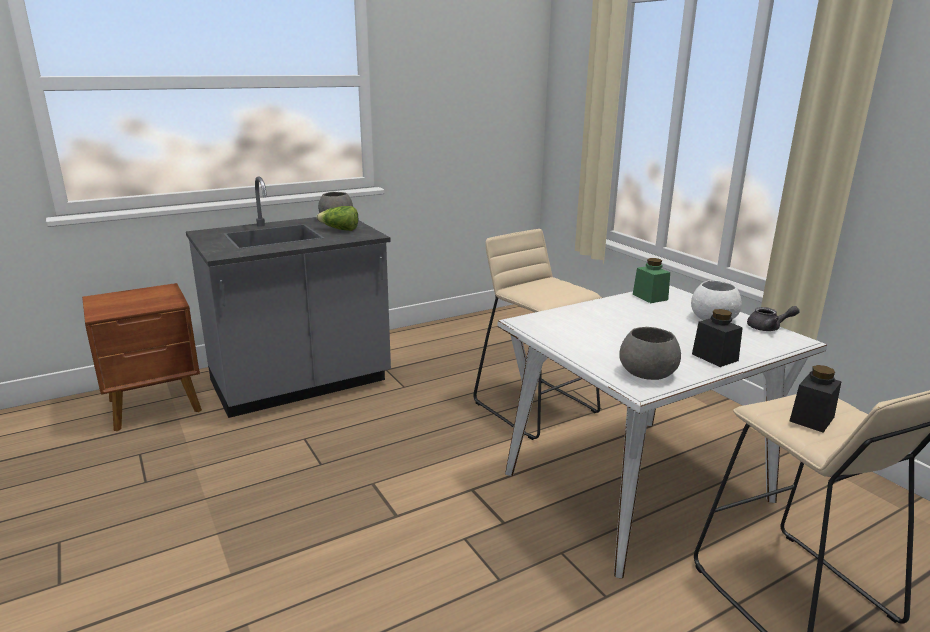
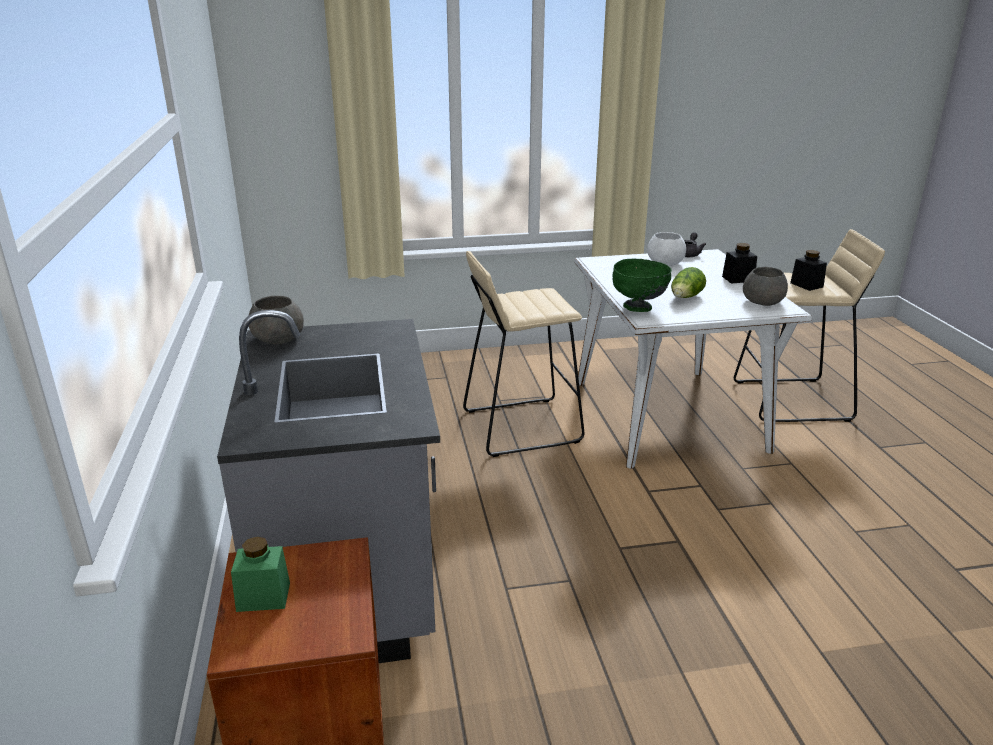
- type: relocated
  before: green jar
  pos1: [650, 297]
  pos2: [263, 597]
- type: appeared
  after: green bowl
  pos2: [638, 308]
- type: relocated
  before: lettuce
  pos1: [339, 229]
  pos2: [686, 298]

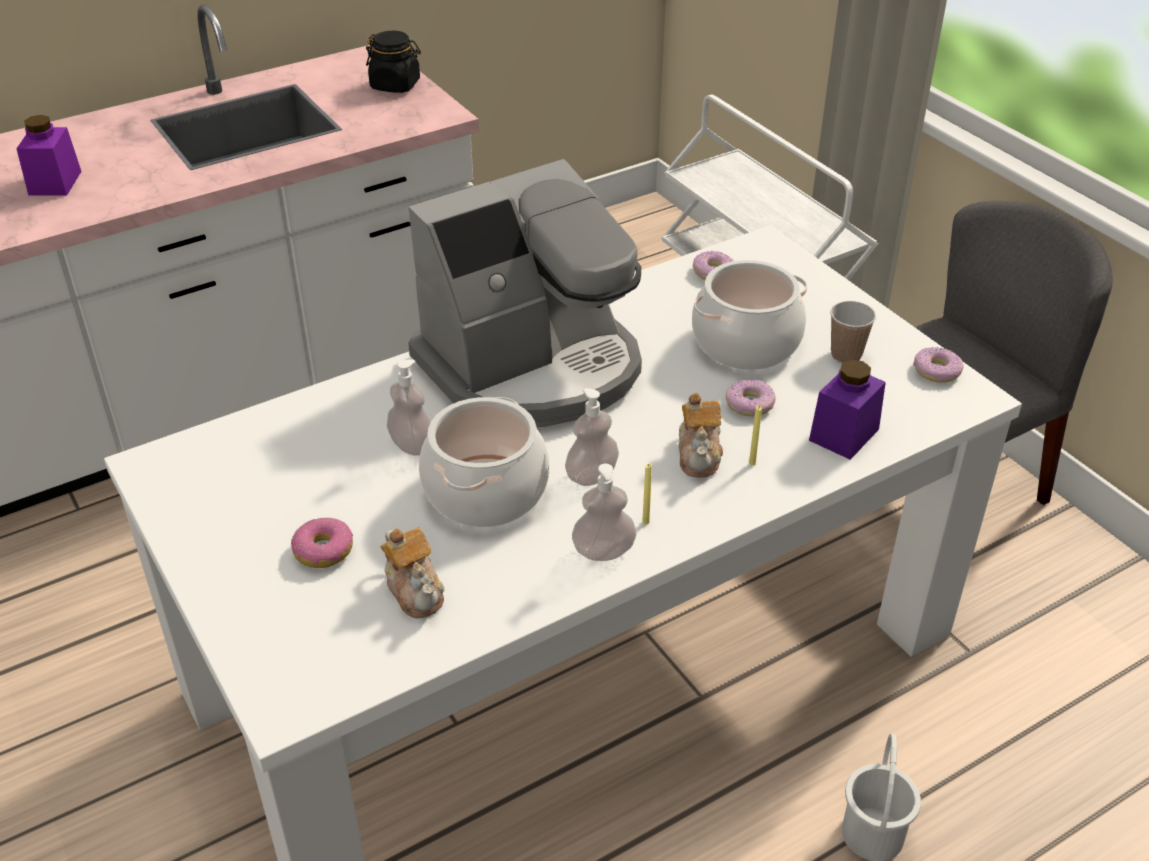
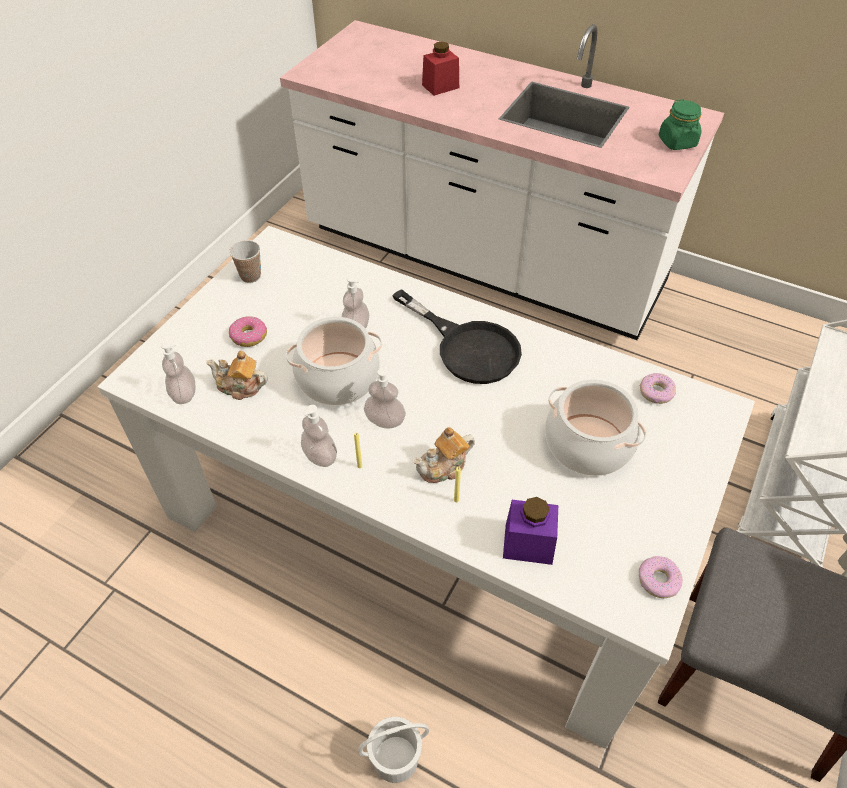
- type: appeared
  after: soap dispenser
  pos2: [184, 394]
- type: spun
  before: teapot
  pos1: [415, 590]
  pos2: [240, 387]
  turn: 75
- type: relocated
  before: cup
  pos1: [846, 355]
  pos2: [250, 276]
- type: exchanged
  before: coffee machine
  after: black frying pan
  pos1: [533, 367]
  pos2: [467, 347]
- type: colour
  before: purple jar
  after: red jar
  pos1: [55, 183]
  pos2: [440, 86]
- type: colour
  before: black jar
  after: green jar
  pos1: [395, 85]
  pos2: [677, 142]
- type: missing
  before: donut
  pos1: [750, 404]

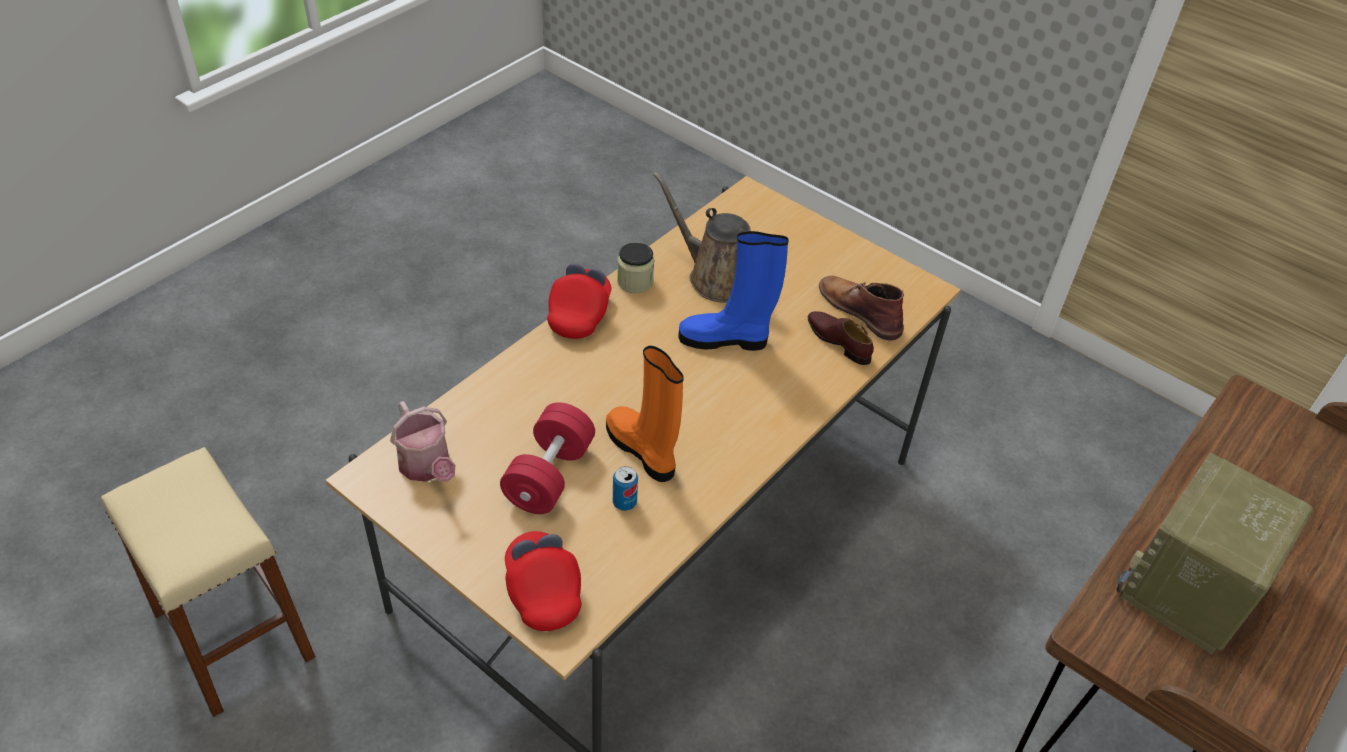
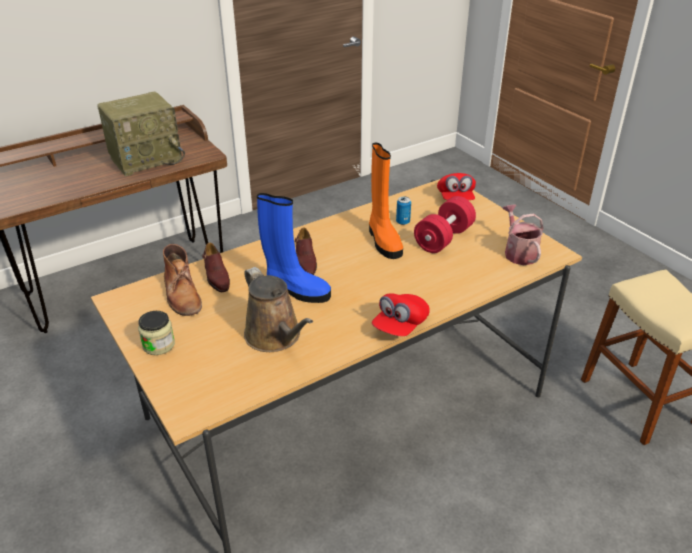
- type: relocated
  before: jar
  pos1: [635, 282]
  pos2: [159, 345]
- type: appeared
  after: brown shoe
  pos2: [305, 261]

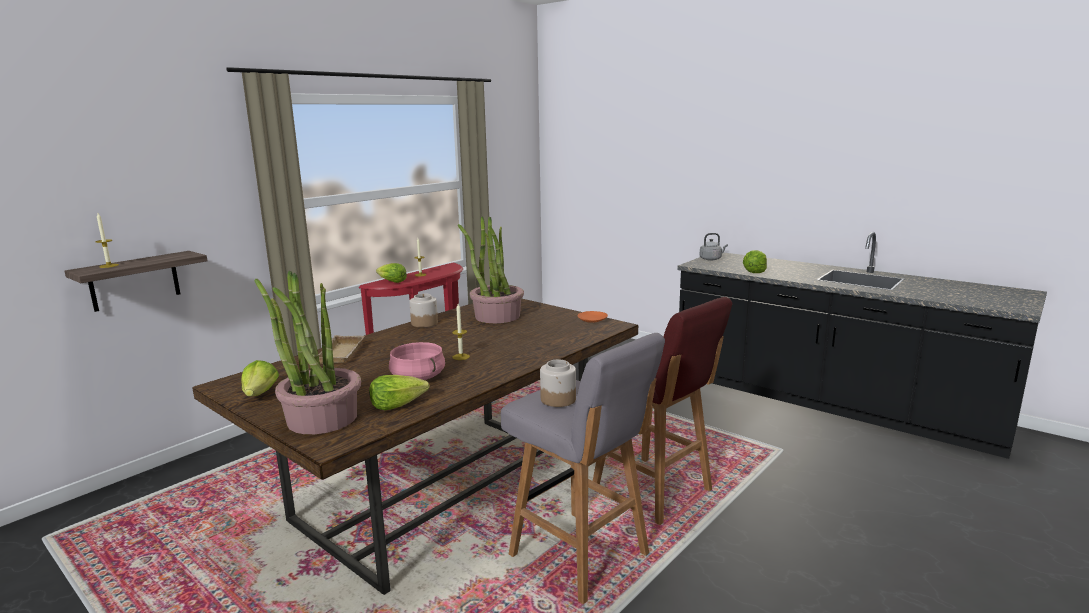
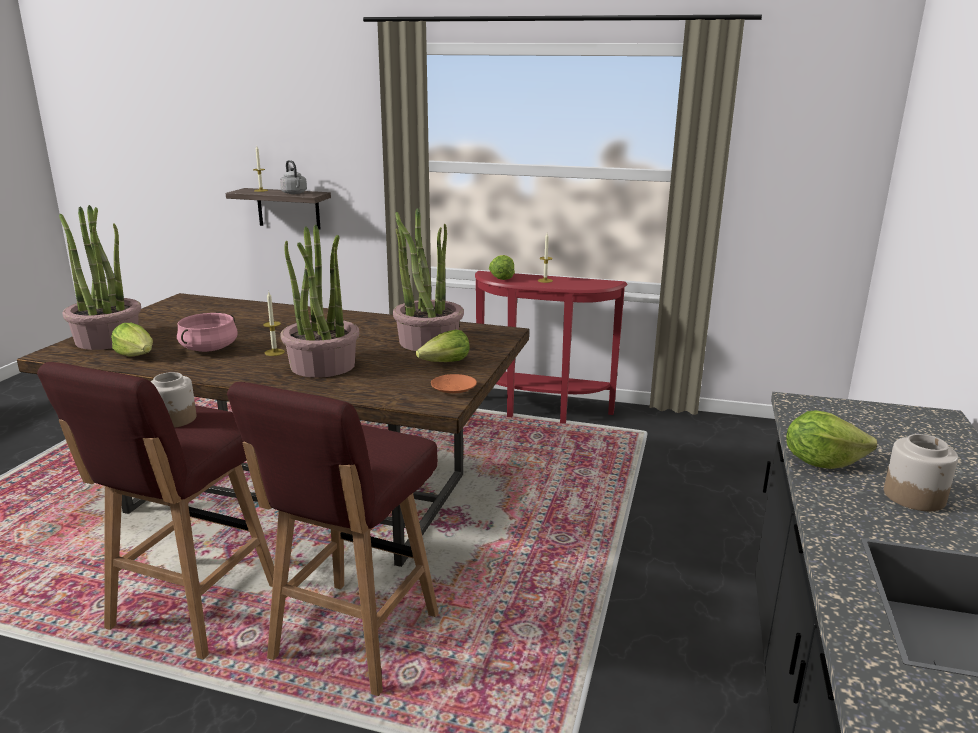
- type: colour
  before: grey stool
  after: red stool
  pos1: [581, 556]
  pos2: [192, 608]
- type: relocated
  before: grey kettle
  pos1: [711, 259]
  pos2: [294, 193]
- type: appeared
  after: potted plant
  pos2: [322, 366]
- type: relocated
  before: lettuce
  pos1: [260, 394]
  pos2: [445, 363]
- type: relocated
  before: jar
  pos1: [424, 323]
  pos2: [914, 496]
- type: missing
  before: beige tray
  pos1: [343, 354]

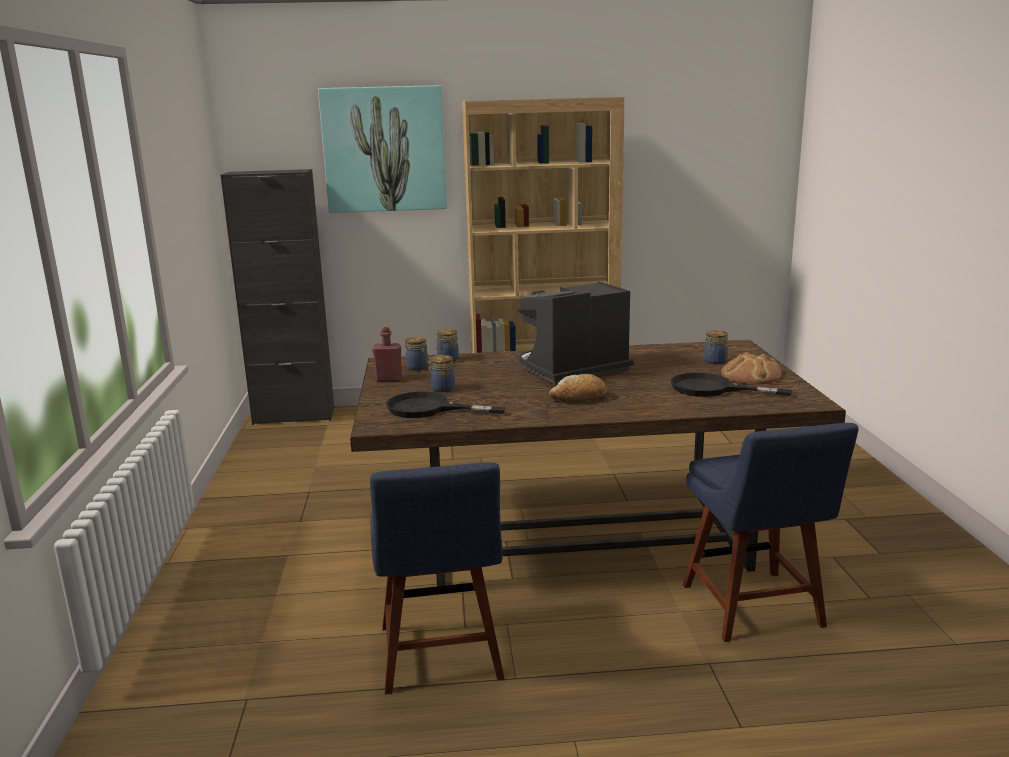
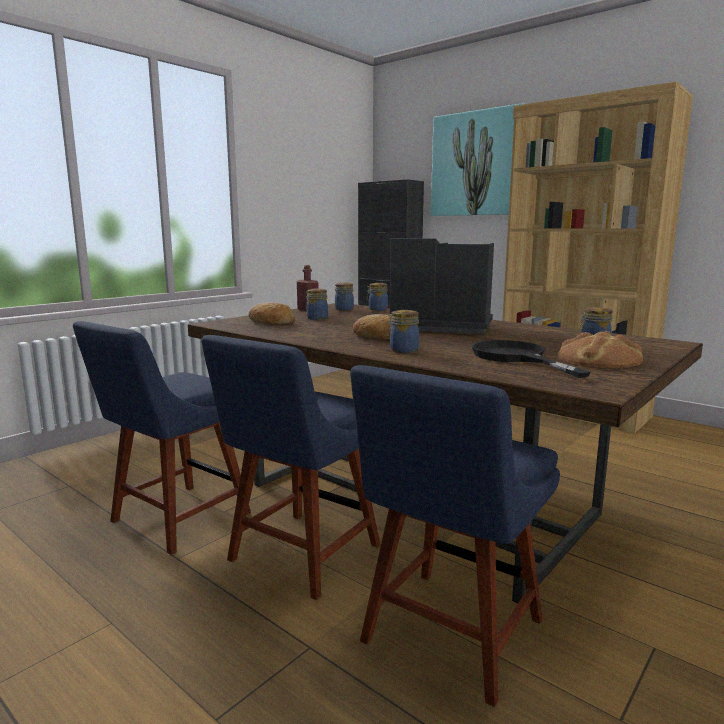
- type: appeared
  after: blue chair
  pos2: [300, 556]
- type: exchanged
  before: black frying pan
  after: bread
  pos1: [429, 409]
  pos2: [271, 323]
- type: appeared
  after: jar
  pos2: [402, 350]

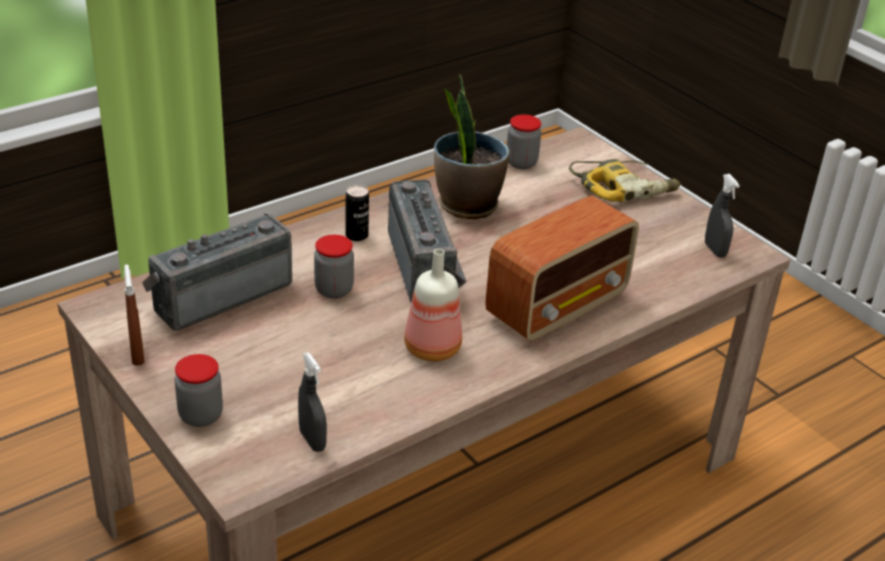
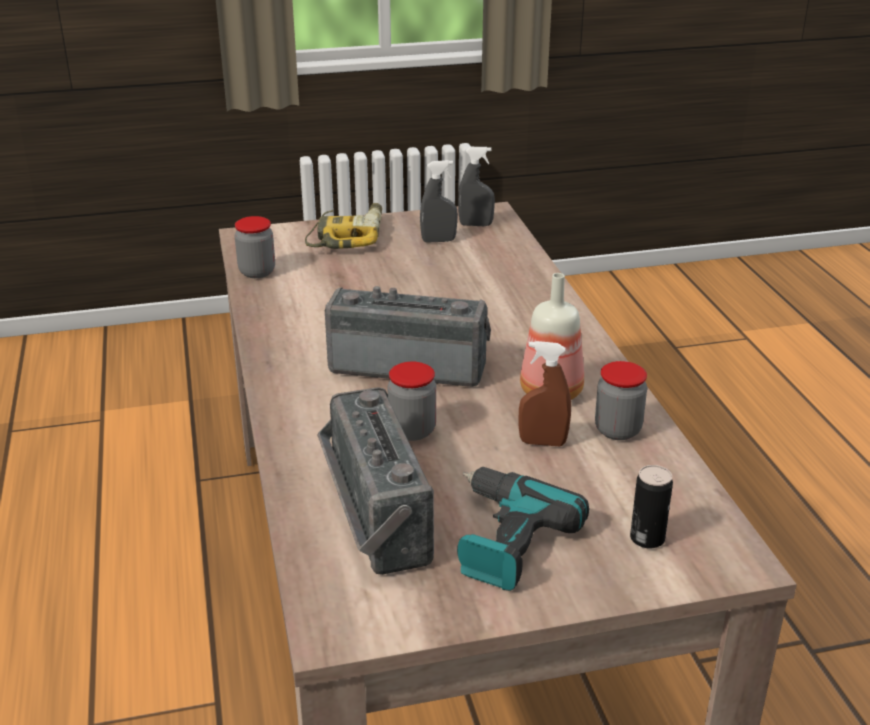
- type: relocated
  before: grey spray bottle
  pos1: [312, 440]
  pos2: [438, 241]
- type: appeared
  after: power drill
  pos2: [503, 539]
- type: relocated
  before: brown spray bottle
  pos1: [137, 355]
  pos2: [542, 442]
- type: relocated
  before: jar
  pos1: [201, 415]
  pos2: [617, 430]
- type: relocated
  before: can
  pos1: [356, 235]
  pos2: [647, 538]
- type: missing
  before: potted plant
  pos1: [467, 205]
- type: missing
  before: radio
  pos1: [558, 306]

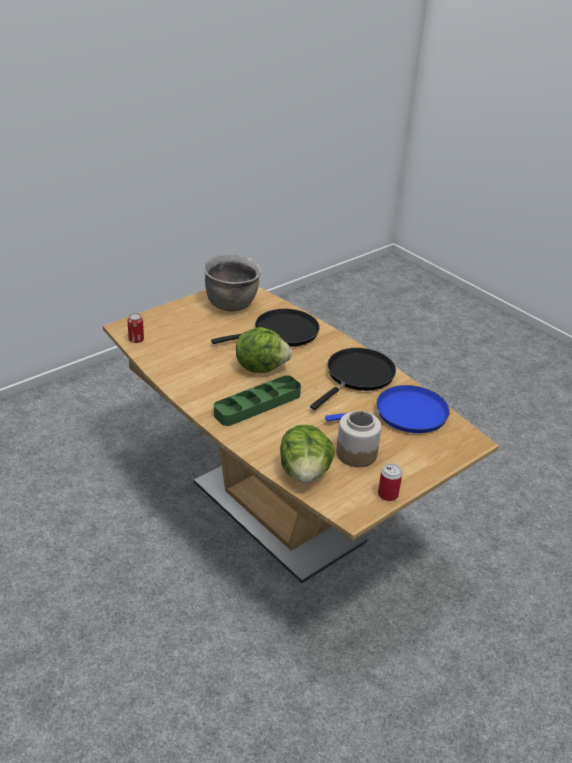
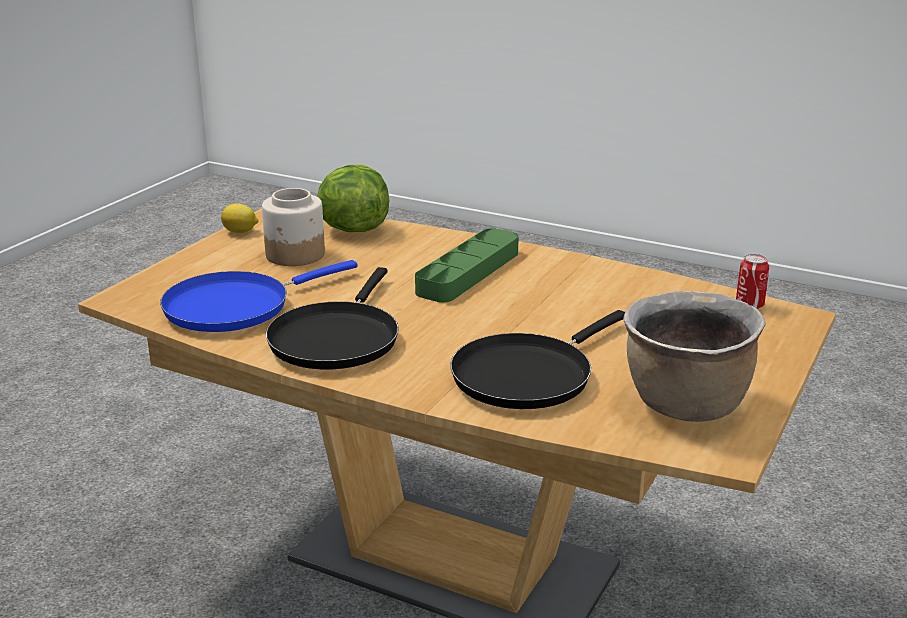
- type: exchanged
  before: can
  after: lemon
  pos1: [388, 494]
  pos2: [240, 232]
- type: missing
  before: lettuce
  pos1: [261, 367]

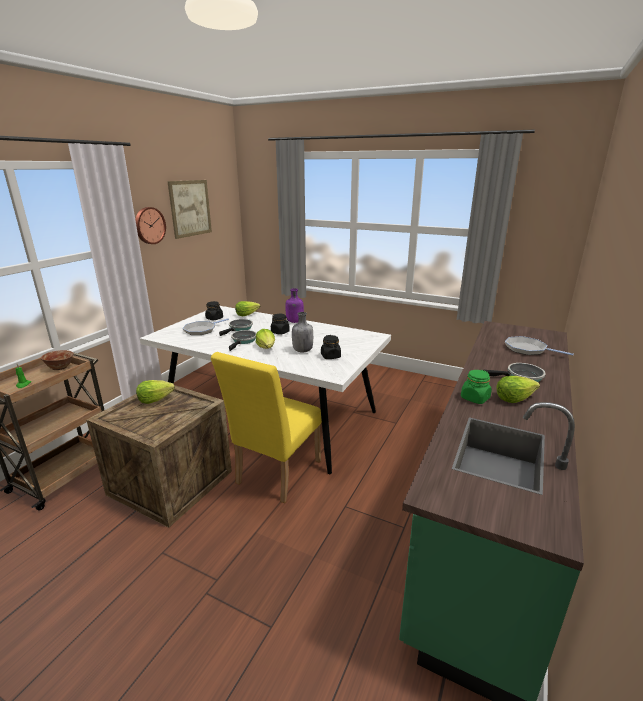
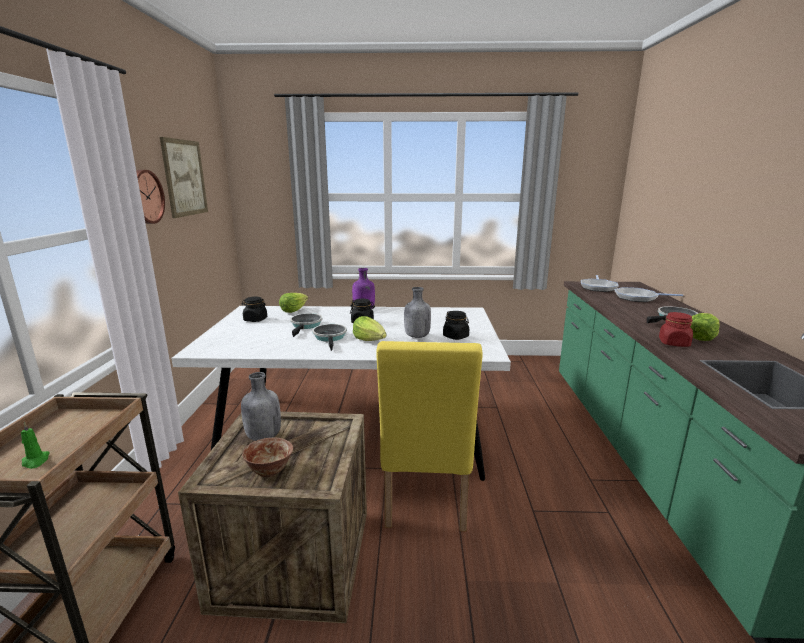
- type: exchanged
  before: lettuce
  after: grey bottle
  pos1: [155, 400]
  pos2: [263, 436]
- type: relocated
  before: bowl
  pos1: [60, 368]
  pos2: [269, 470]
- type: relocated
  before: frying pan
  pos1: [201, 330]
  pos2: [598, 287]
- type: colour
  before: green jar
  after: red jar
  pos1: [475, 398]
  pos2: [674, 343]

